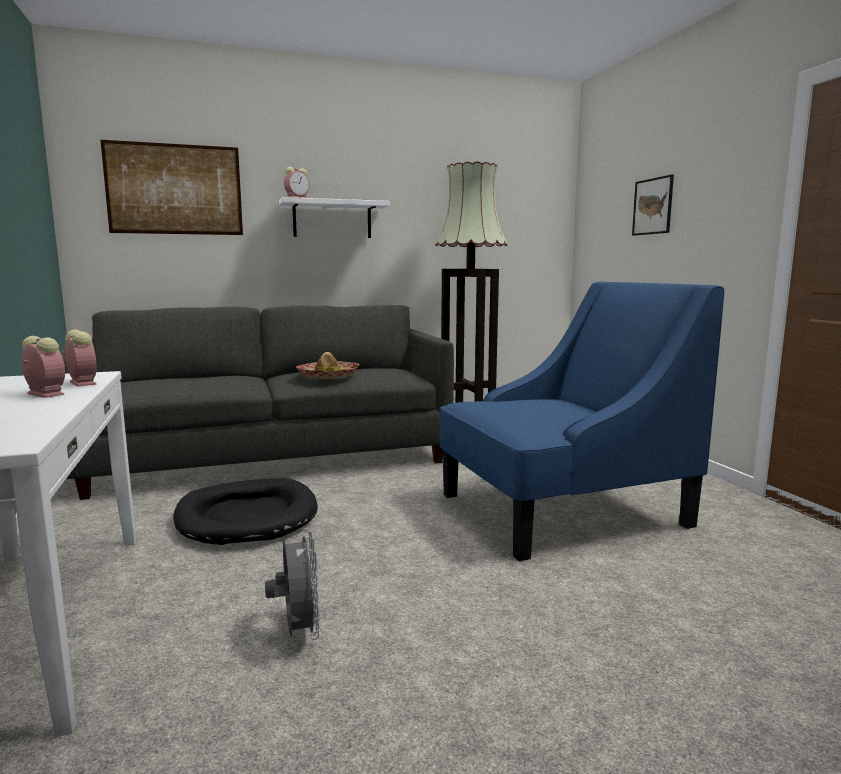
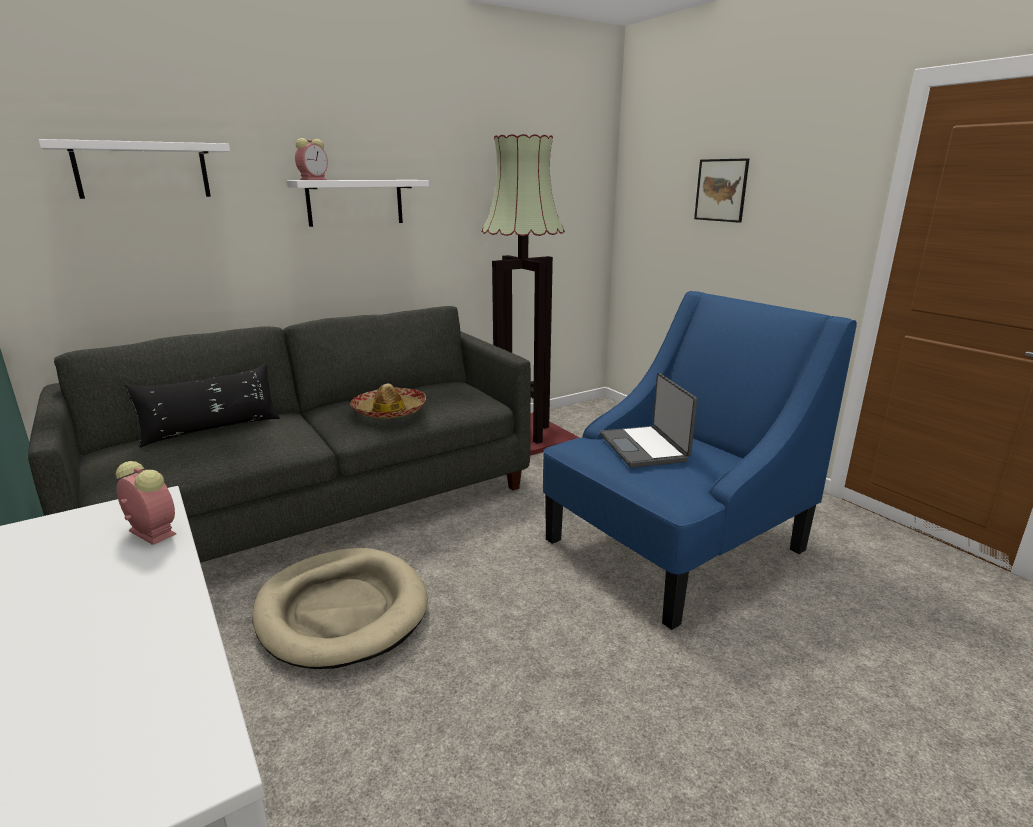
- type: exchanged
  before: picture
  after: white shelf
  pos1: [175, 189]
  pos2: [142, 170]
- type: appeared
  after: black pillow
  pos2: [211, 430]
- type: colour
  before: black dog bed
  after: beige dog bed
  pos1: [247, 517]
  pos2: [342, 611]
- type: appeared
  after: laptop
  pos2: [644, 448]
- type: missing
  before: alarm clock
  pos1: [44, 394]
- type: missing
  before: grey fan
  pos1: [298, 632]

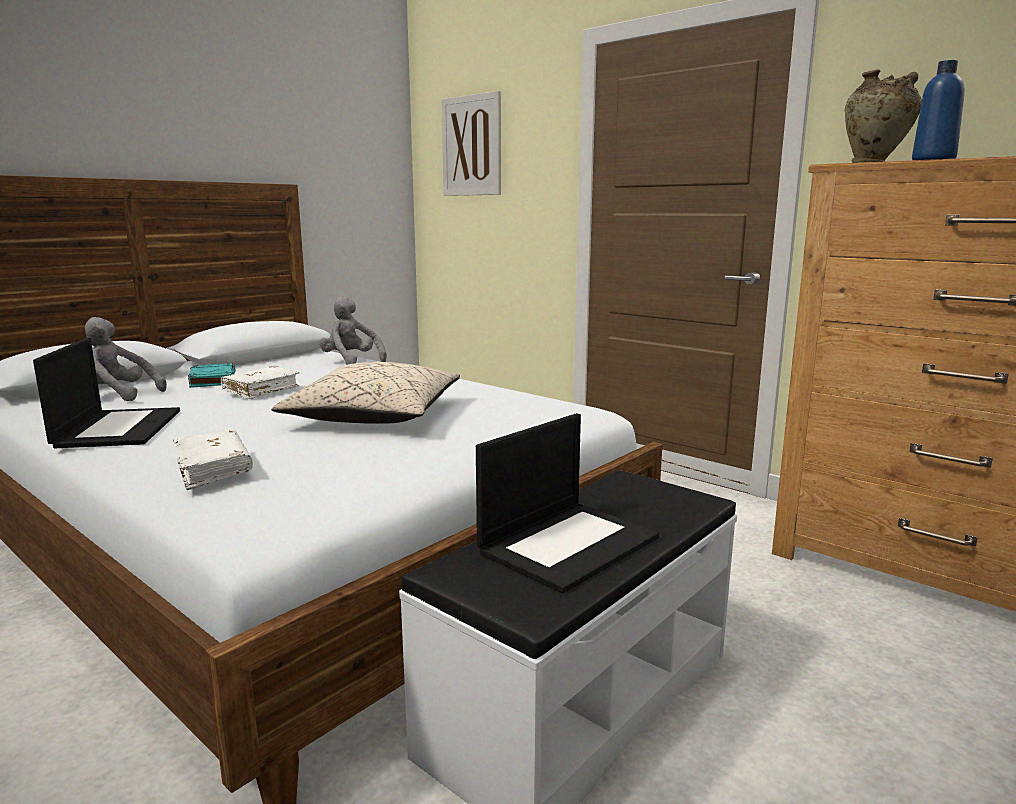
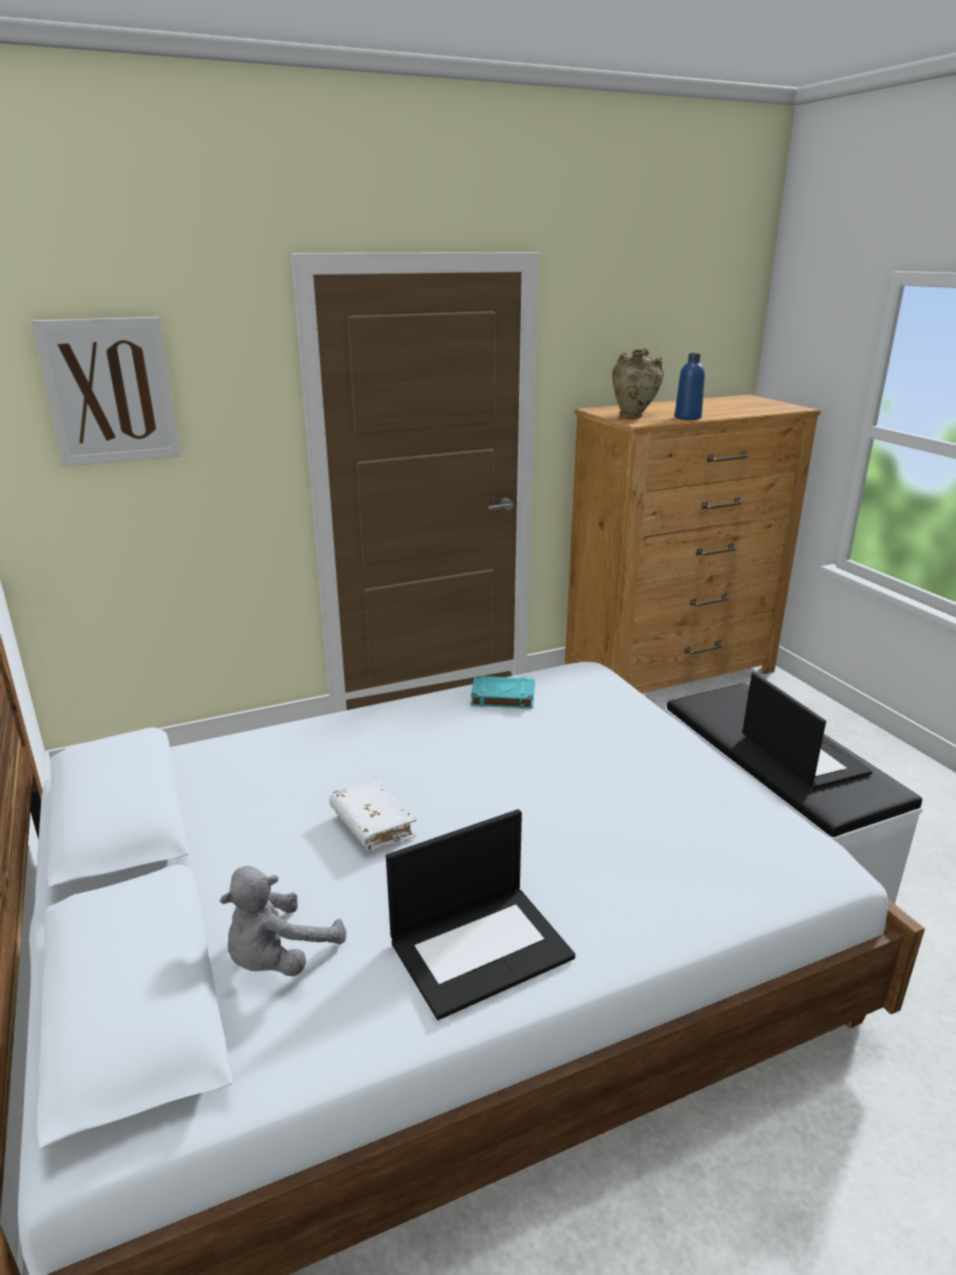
- type: spun
  before: laptop
  pos1: [118, 428]
  pos2: [481, 947]
  turn: 135
- type: relocated
  before: turquoise book
  pos1: [212, 380]
  pos2: [502, 697]
- type: missing
  before: white book
  pos1: [213, 469]
- type: missing
  before: beige pillow
  pos1: [374, 416]
- type: missing
  before: grey plush toy
  pos1: [351, 361]

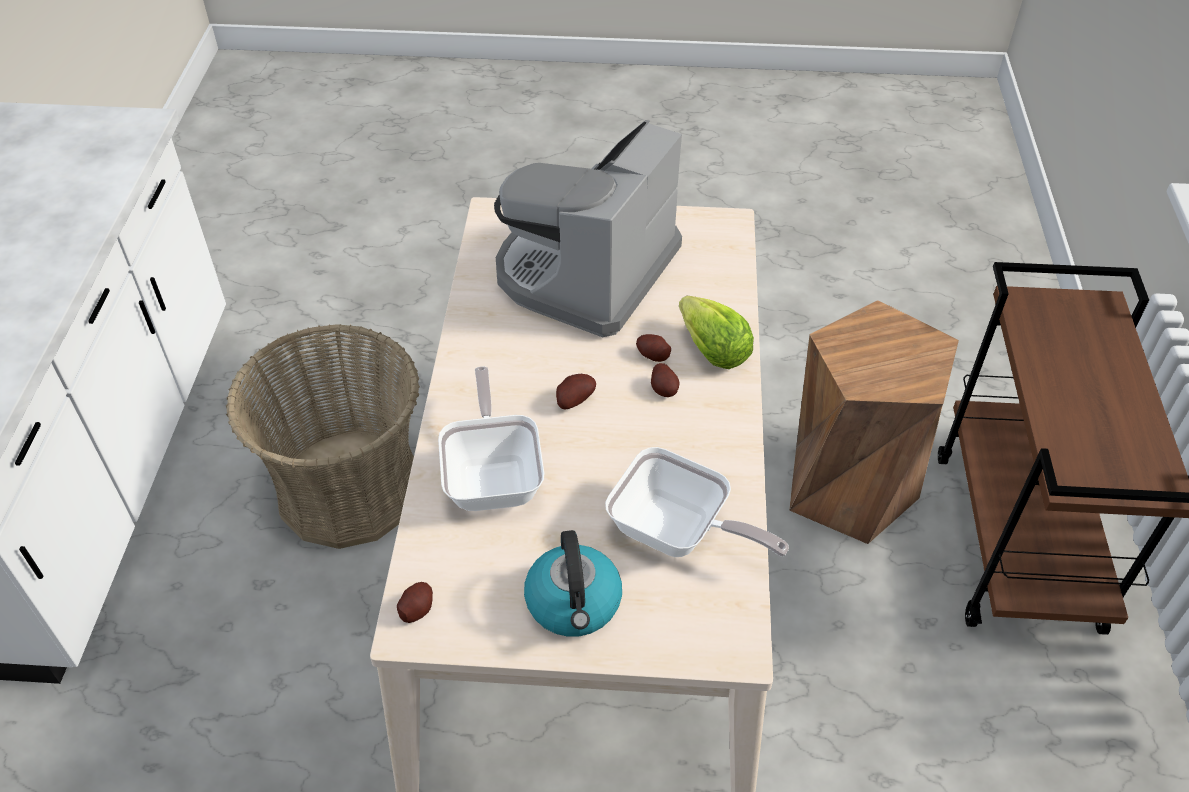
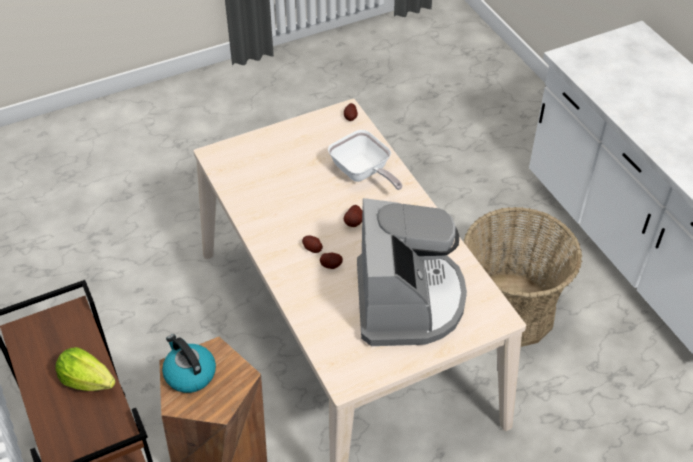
- type: relocated
  before: lettuce
  pos1: [713, 351]
  pos2: [87, 380]
- type: relocated
  before: kettle
  pos1: [574, 604]
  pos2: [189, 374]
- type: missing
  before: frying pan
  pos1: [677, 533]

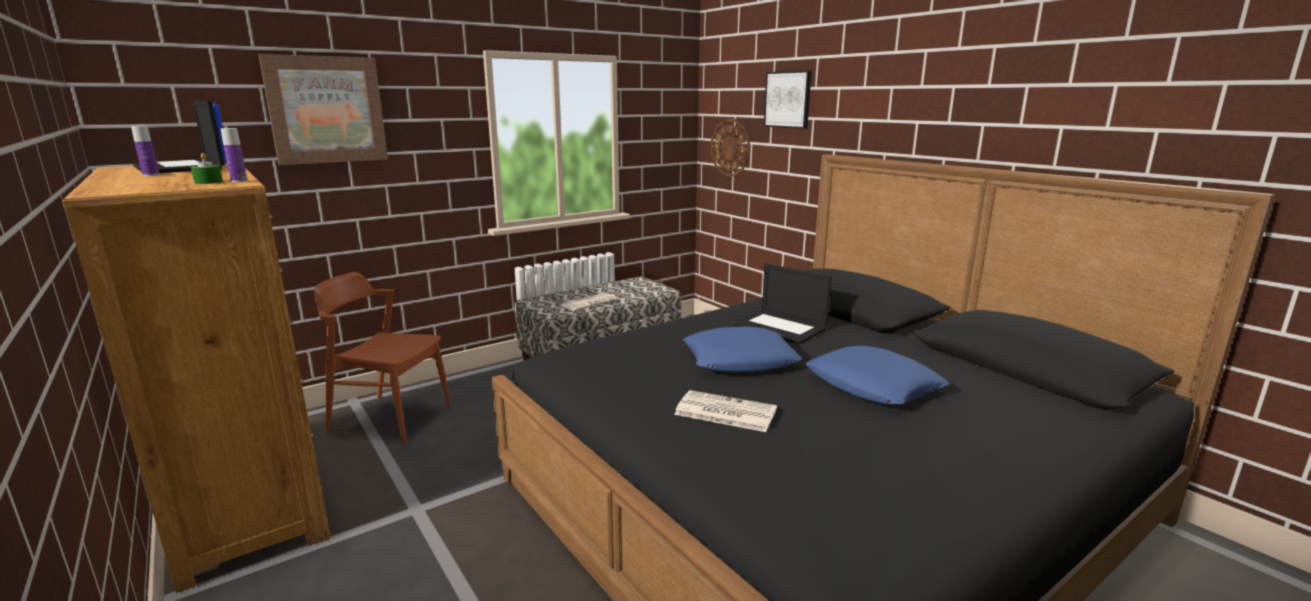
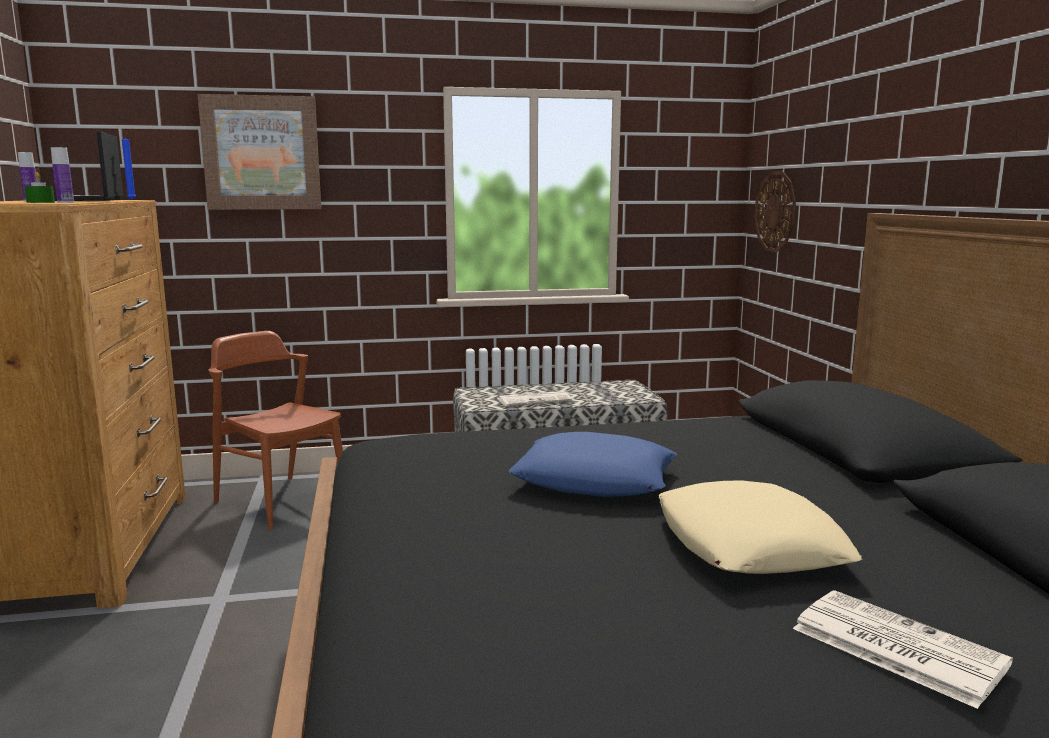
- type: colour
  before: blue pillow
  after: beige pillow
  pos1: [873, 385]
  pos2: [749, 544]
- type: relocated
  before: newspaper
  pos1: [724, 412]
  pos2: [894, 646]
- type: missing
  before: laptop
  pos1: [781, 327]
- type: missing
  before: picture
  pos1: [788, 99]

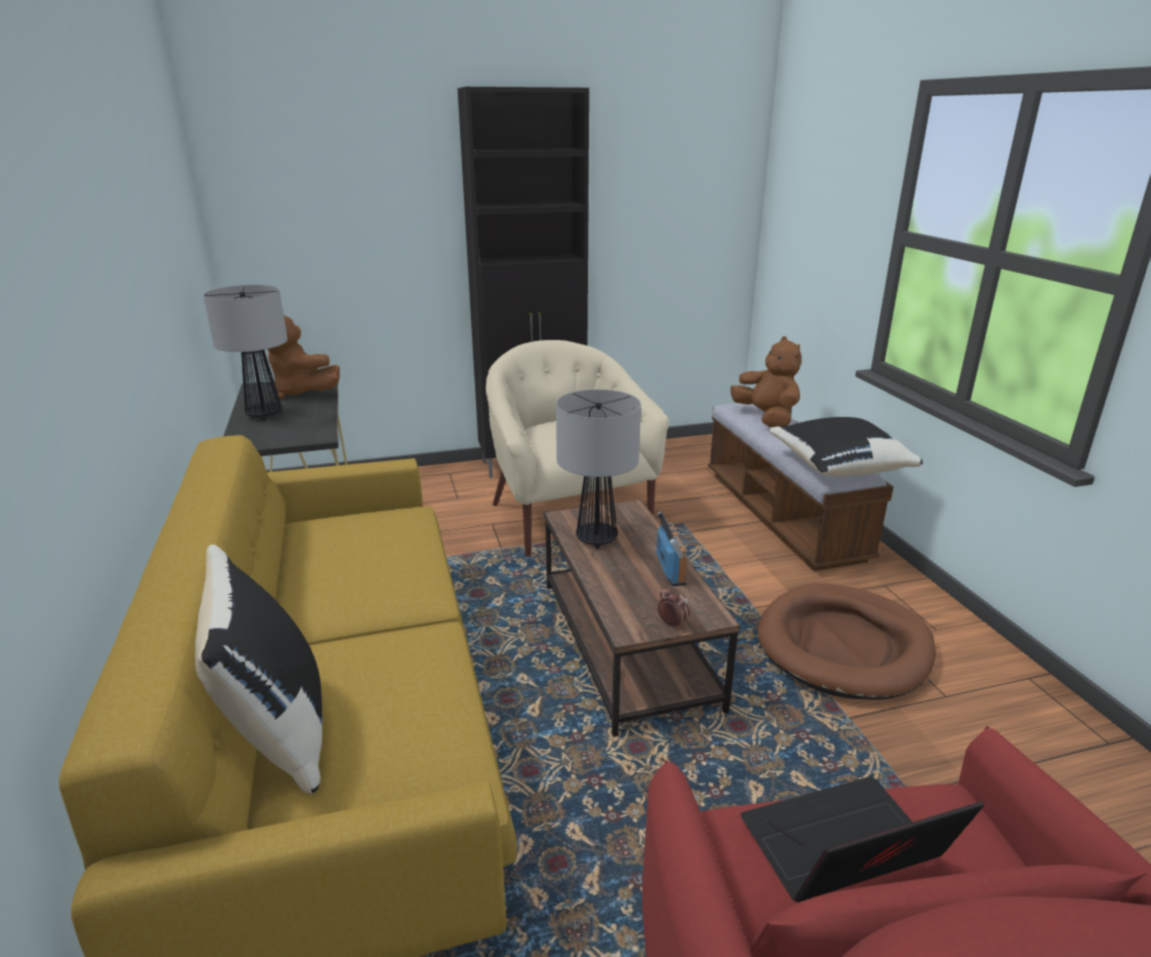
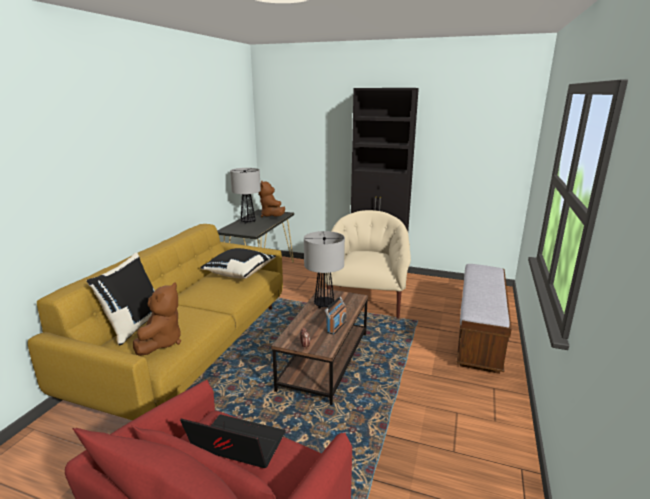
- type: relocated
  before: brown plush toy
  pos1: [766, 418]
  pos2: [161, 342]
- type: relocated
  before: black pillow
  pos1: [837, 467]
  pos2: [239, 273]
- type: missing
  before: brown dog bed
  pos1: [844, 646]

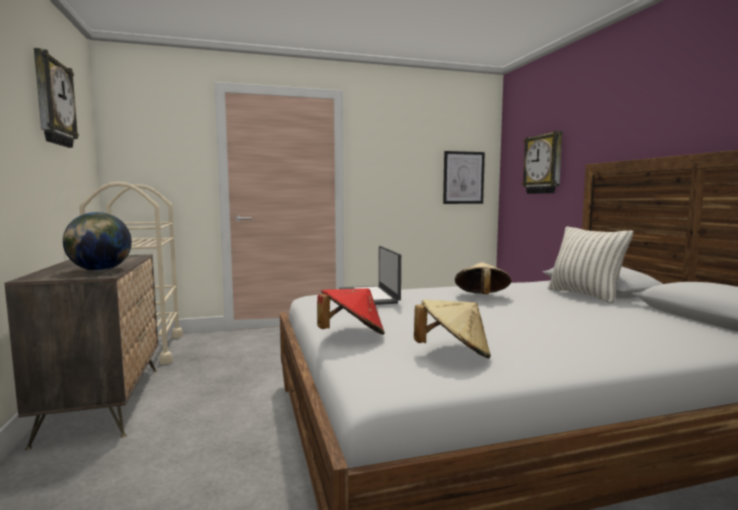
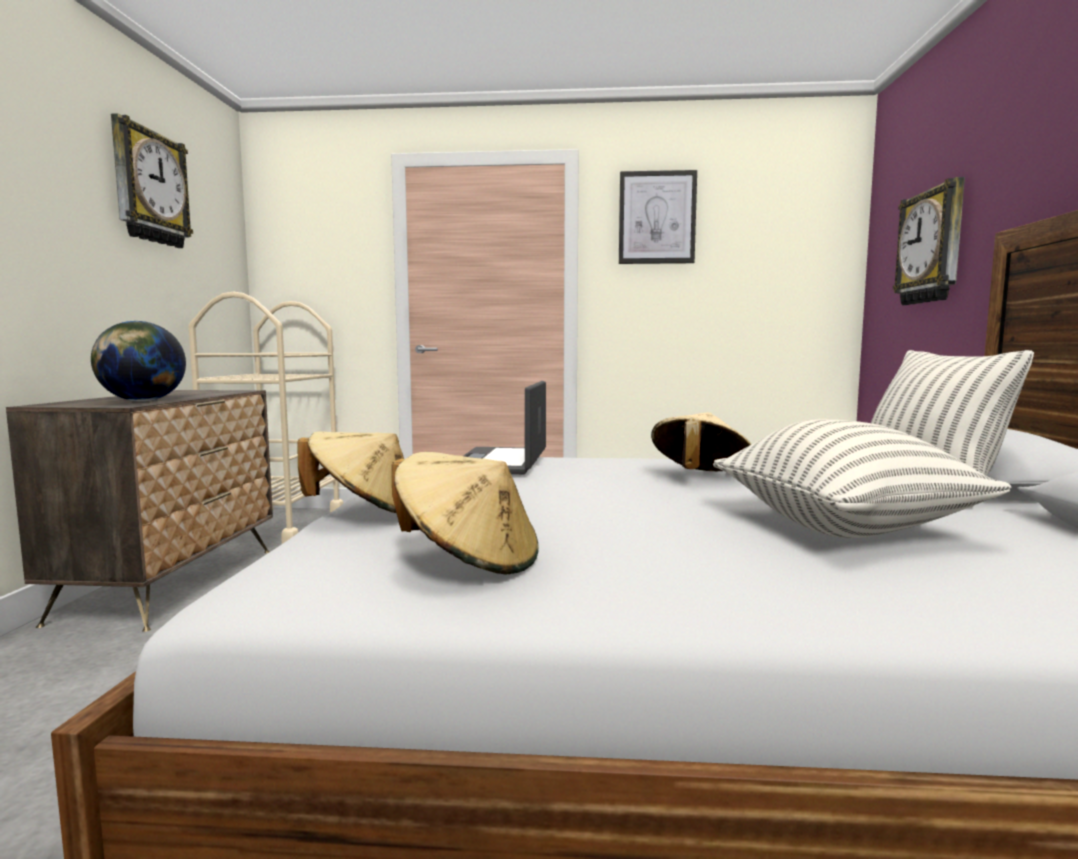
- type: colour
  before: red hat
  after: beige hat
  pos1: [352, 335]
  pos2: [365, 513]
- type: relocated
  before: picture
  pos1: [463, 177]
  pos2: [657, 218]
- type: appeared
  after: pillow
  pos2: [843, 528]

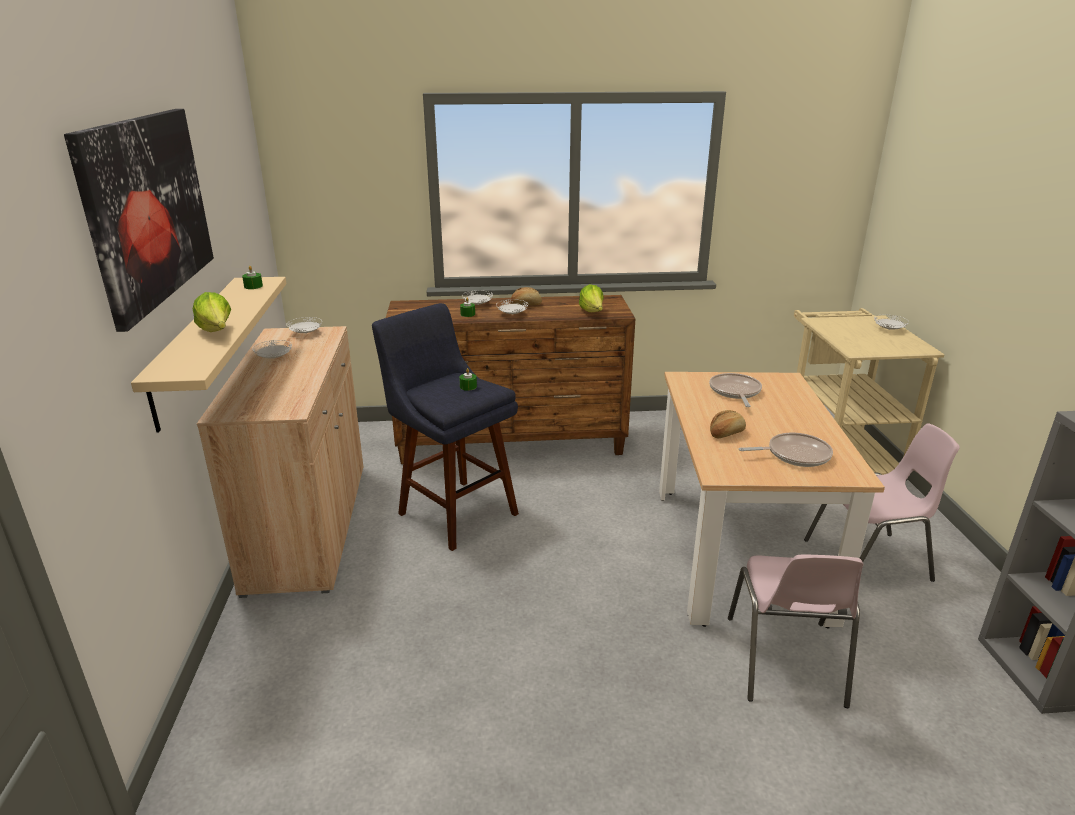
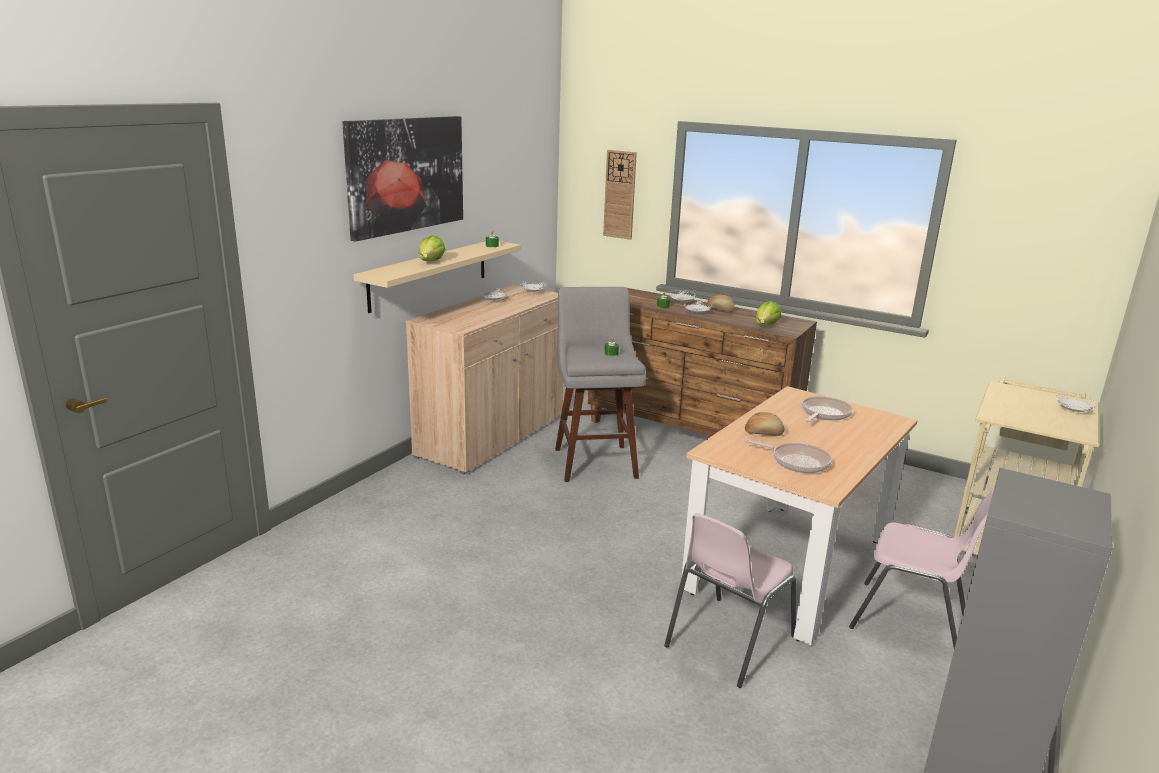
- type: colour
  before: blue stool
  after: grey stool
  pos1: [453, 510]
  pos2: [594, 460]
- type: appeared
  after: wall clock
  pos2: [620, 195]

